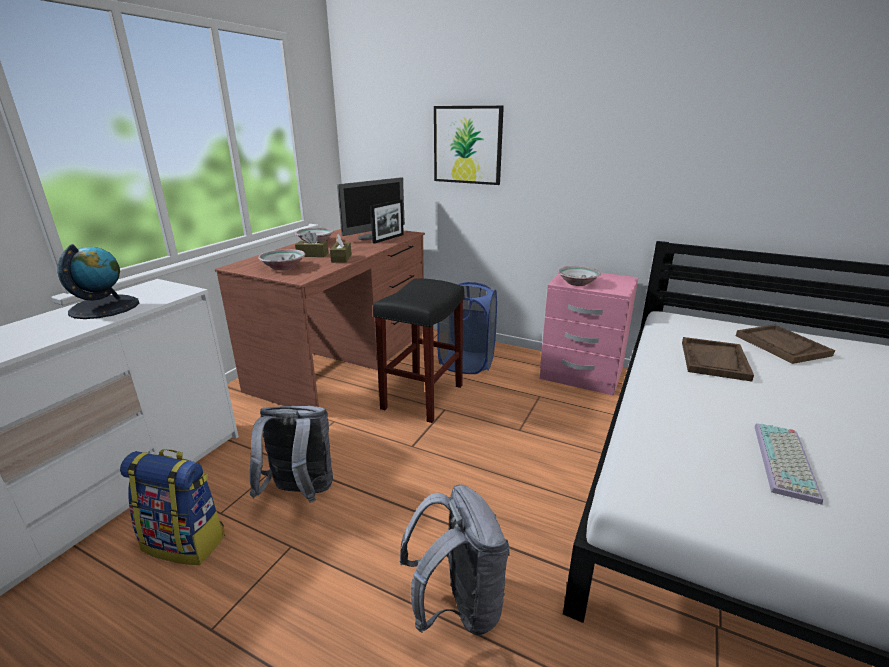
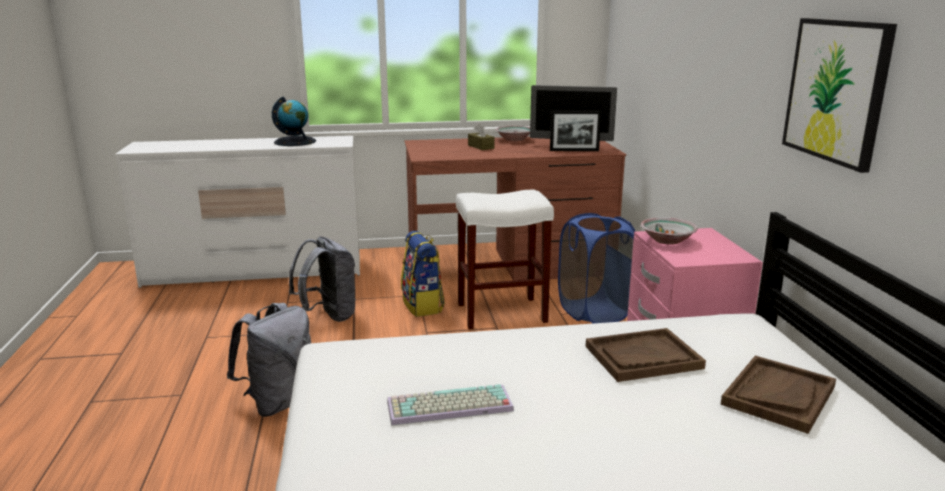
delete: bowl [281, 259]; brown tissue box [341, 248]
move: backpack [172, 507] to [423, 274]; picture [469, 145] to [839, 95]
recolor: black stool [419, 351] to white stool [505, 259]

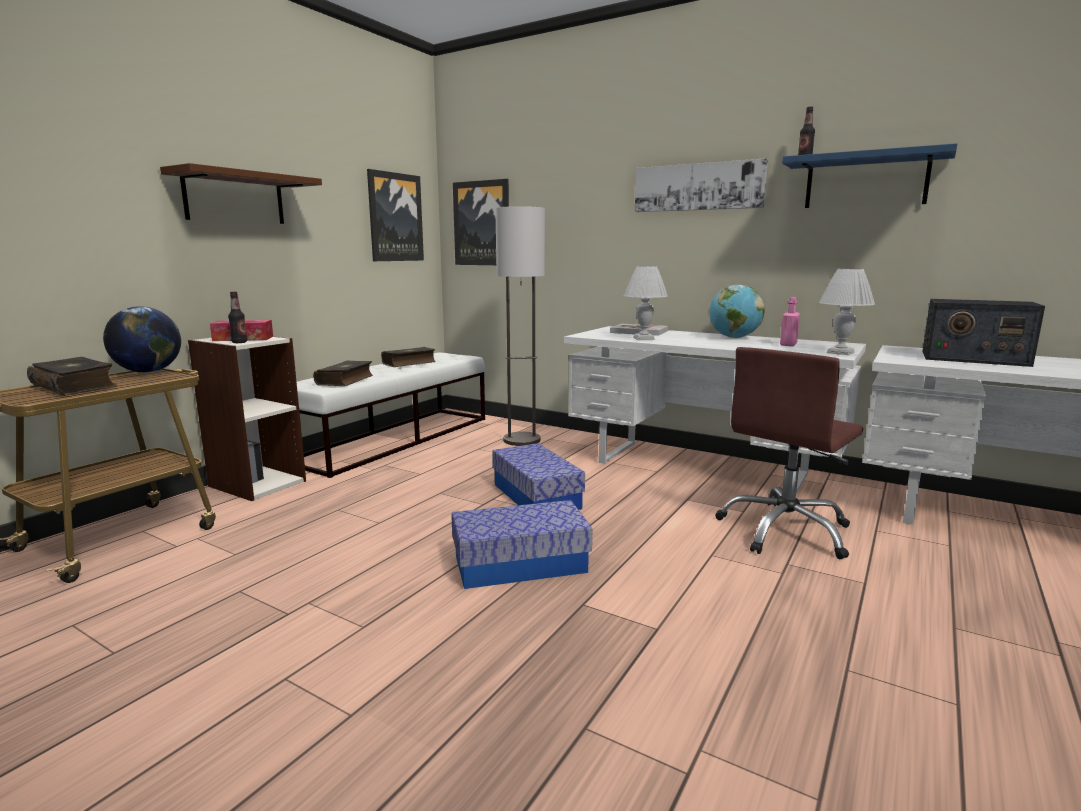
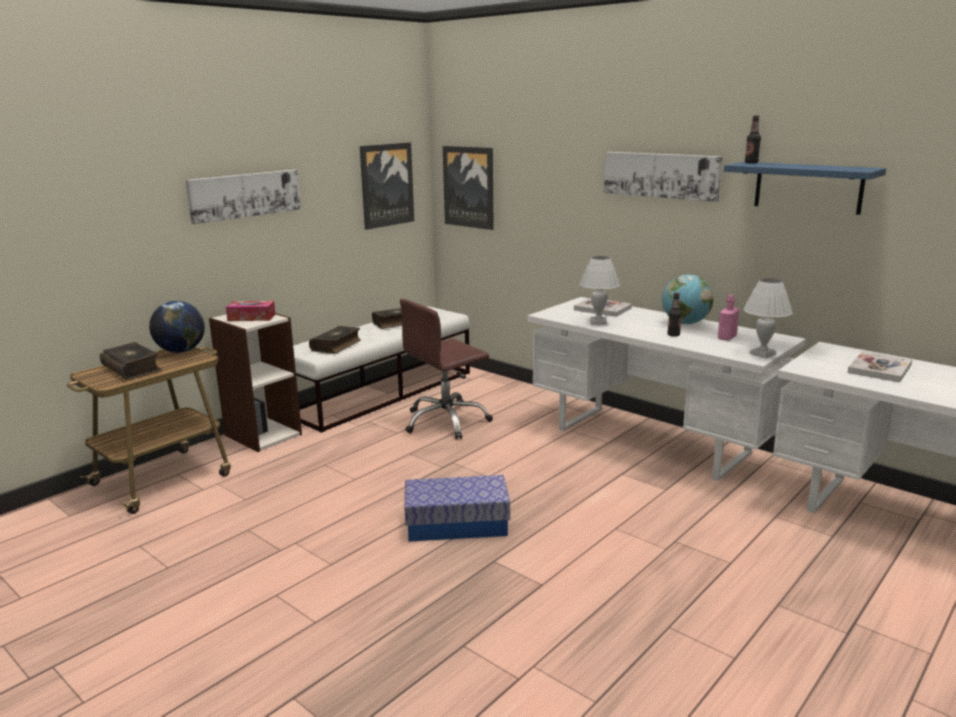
delete: storage box [538, 476]; floor lamp [520, 326]
move: brown office chair [789, 453] to [446, 369]; bottle [237, 317] to [674, 315]
replace: brown shelf [241, 193] to picture [243, 197]; radio [983, 333] to book [880, 367]

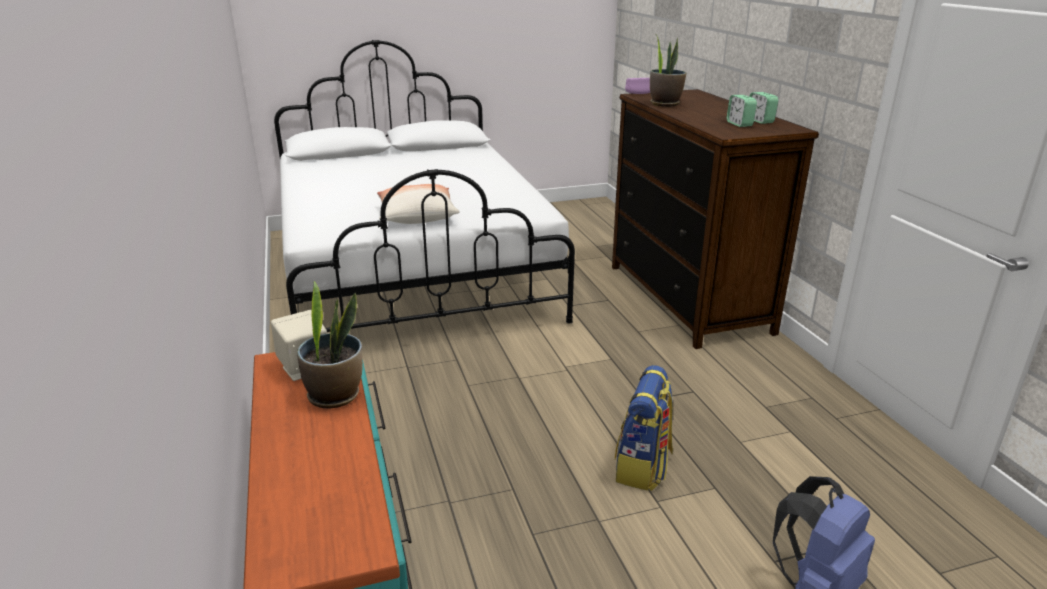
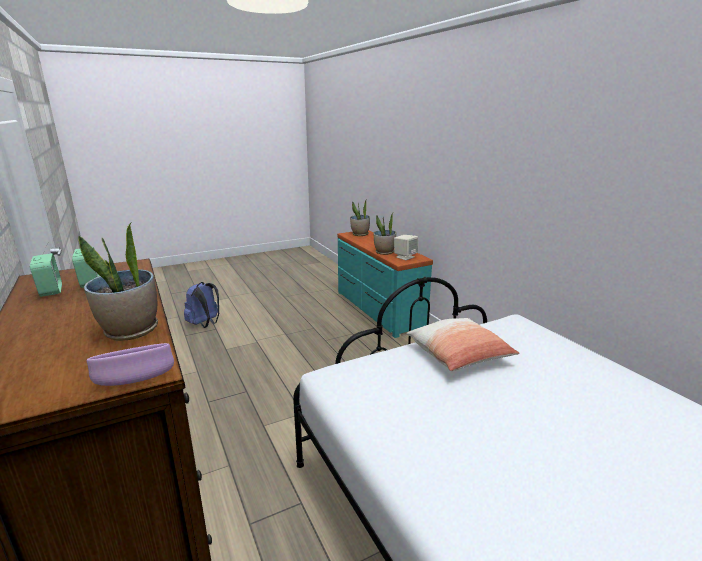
delete: backpack [644, 428]
insert: potted plant [360, 218]

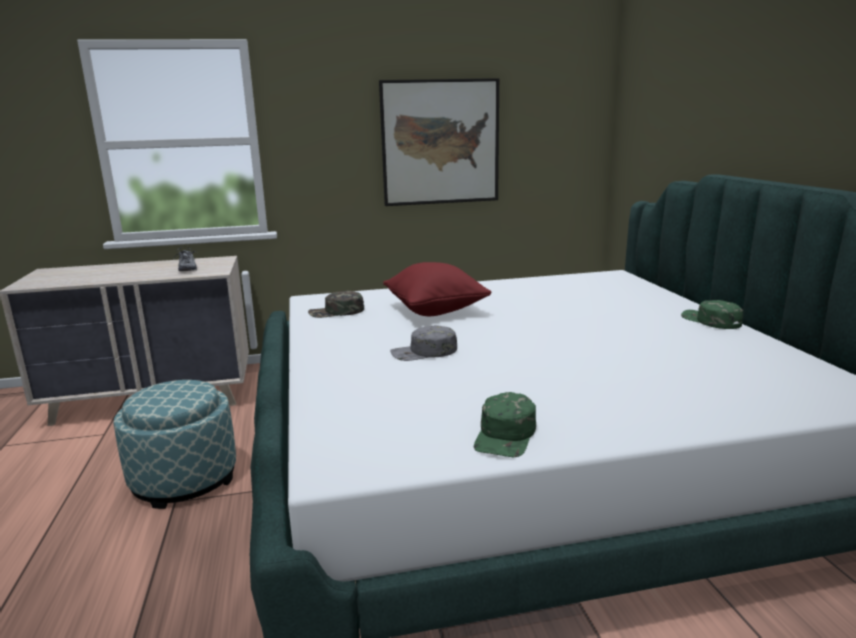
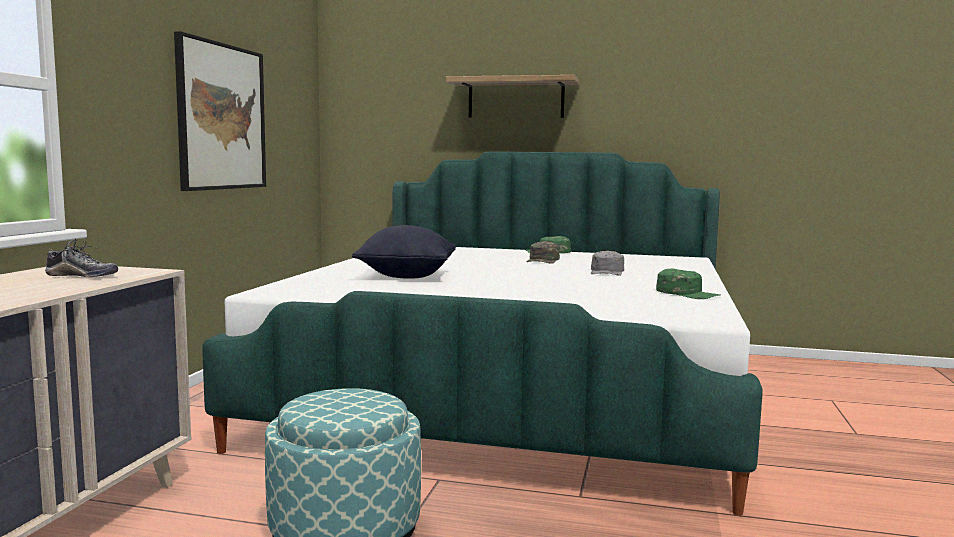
insert: shelf [512, 96]
move: green cap [336, 304] to [543, 253]; grey cap [423, 343] to [607, 263]
recolor: red pillow [437, 289] to black pillow [404, 252]

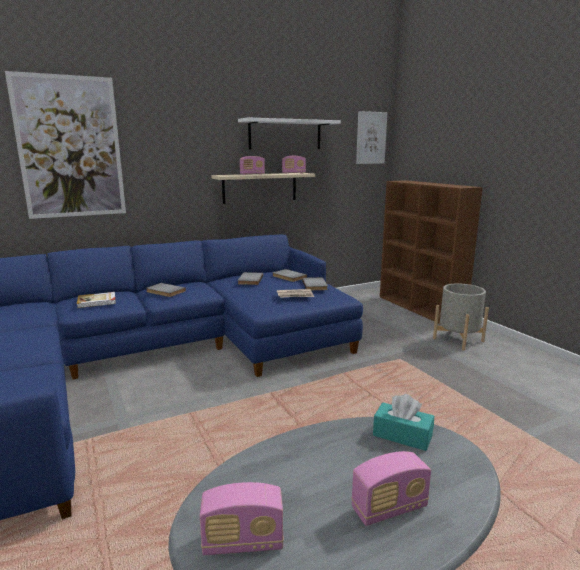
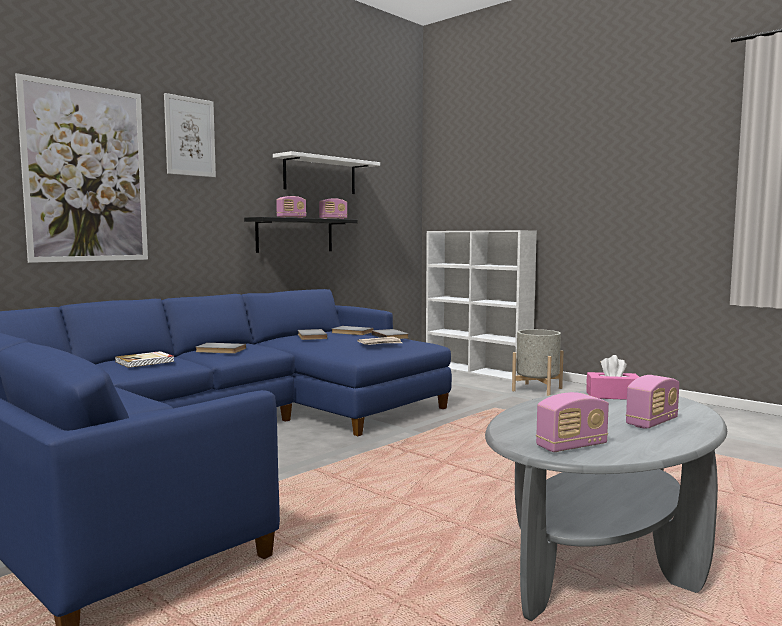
move: picture [371, 137] to [190, 135]
recolor: beige shelf [263, 188] to black shelf [301, 235]; brown bookcase [431, 252] to white bookcase [481, 306]; turquoise tissue box [403, 422] to pink tissue box [612, 377]

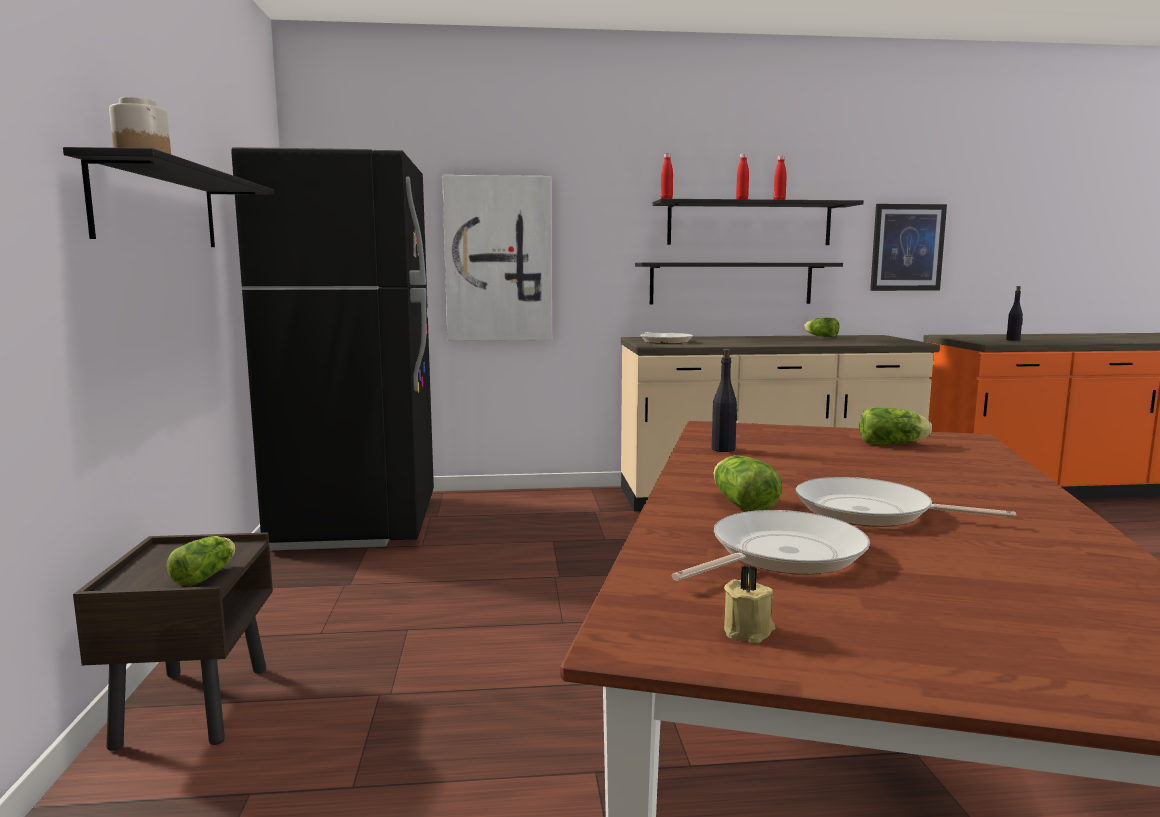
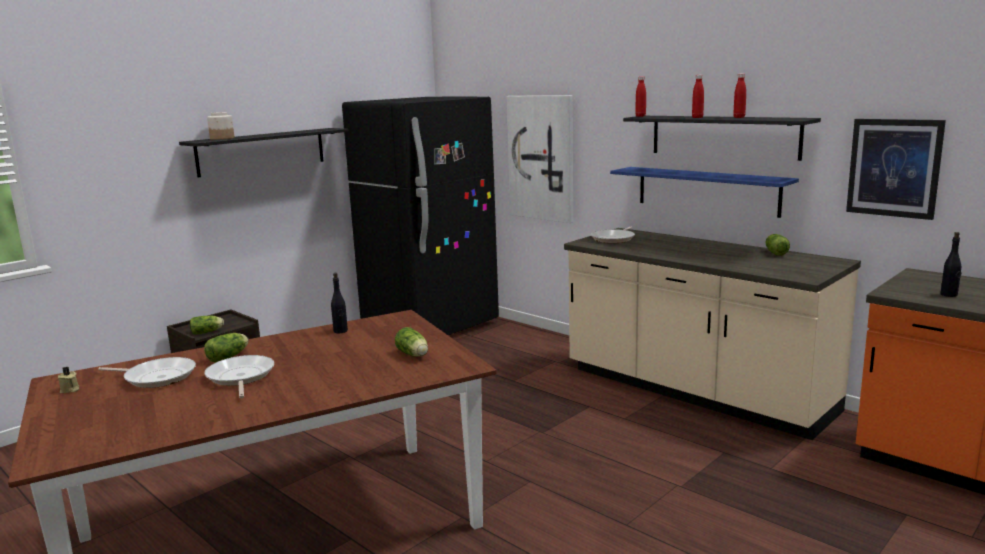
recolor: black shelf [739, 283] to blue shelf [704, 192]

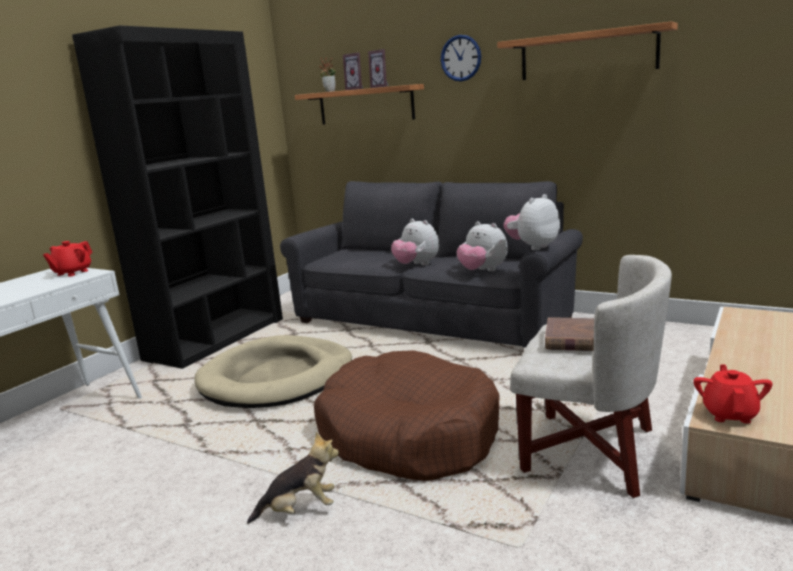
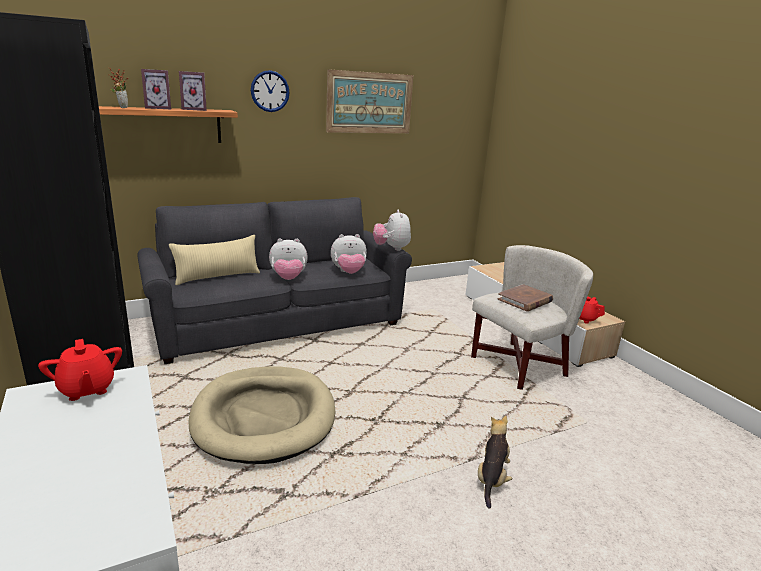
delete: brown dog bed [407, 415]
insert: beige pillow [214, 260]
replace: shelf [587, 50] to picture [369, 101]

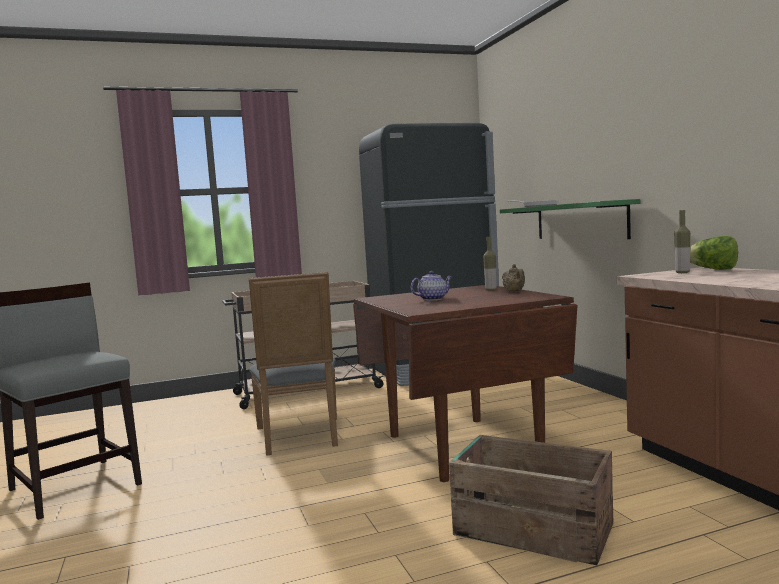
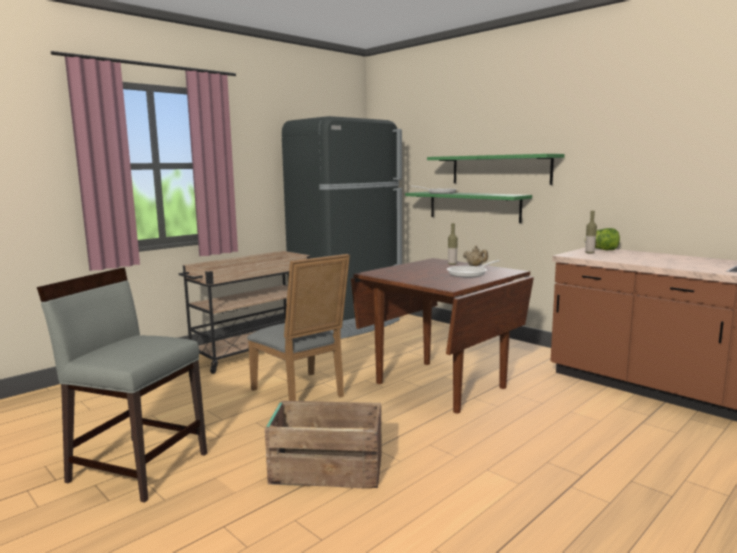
delete: teapot [431, 286]
insert: green shelf [496, 169]; frying pan [473, 268]
move: crate [531, 500] to [323, 444]

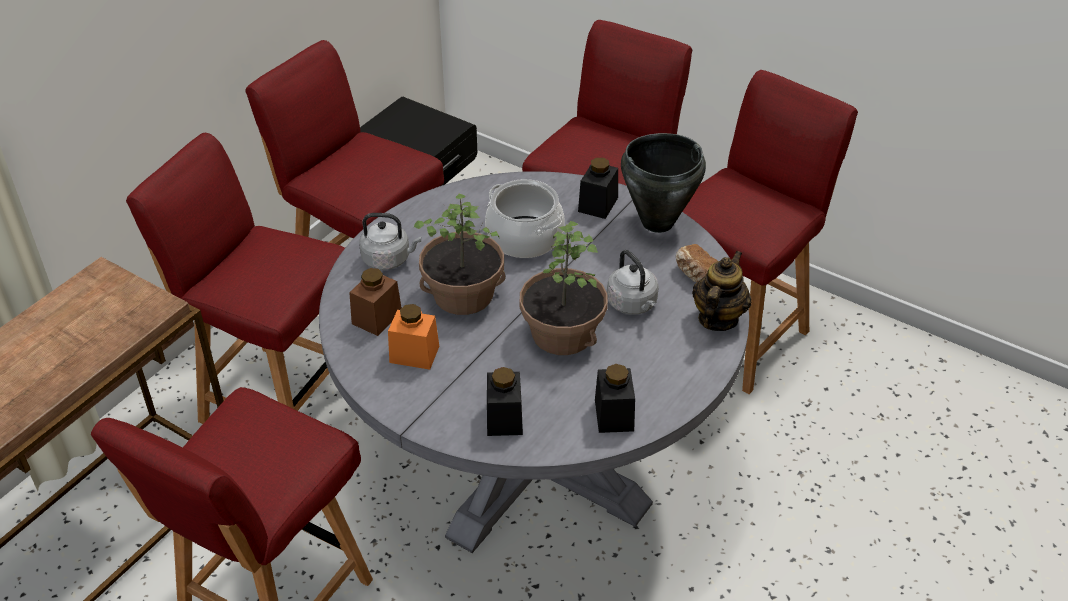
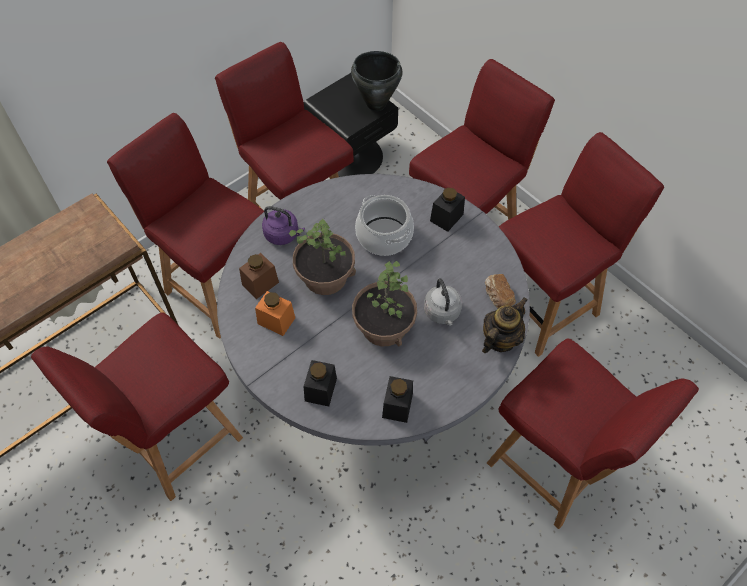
insert: red chair [593, 433]
move: black cooking pot [663, 183] to [377, 81]
recolor: grey kettle [390, 241] to purple kettle [283, 225]

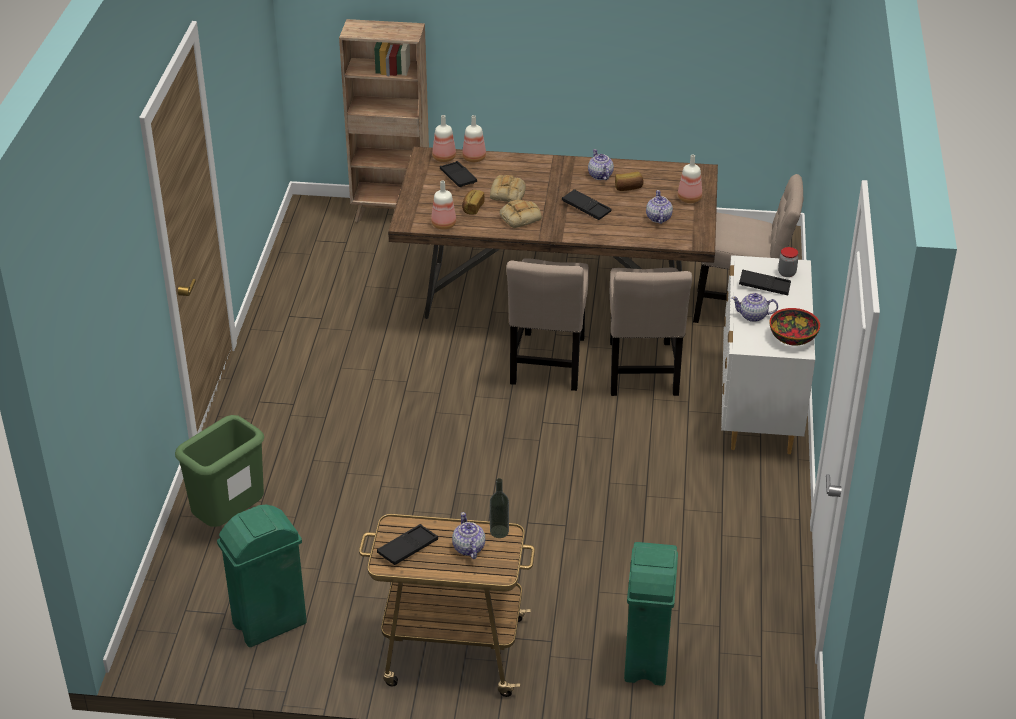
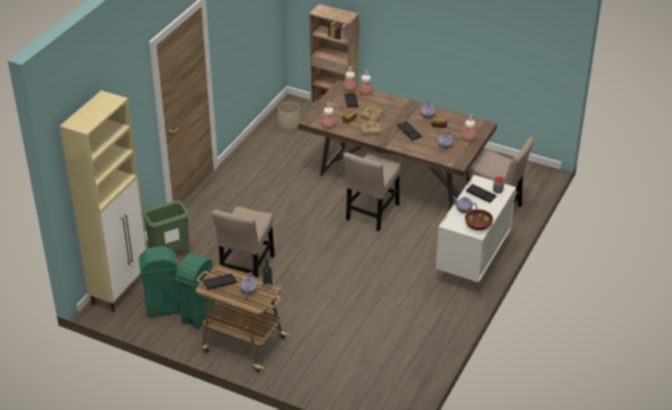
insert: beige cabinet [103, 201]; beige planter [289, 115]
move: green trash can [651, 614] to [195, 291]; beige chair [651, 332] to [243, 242]

